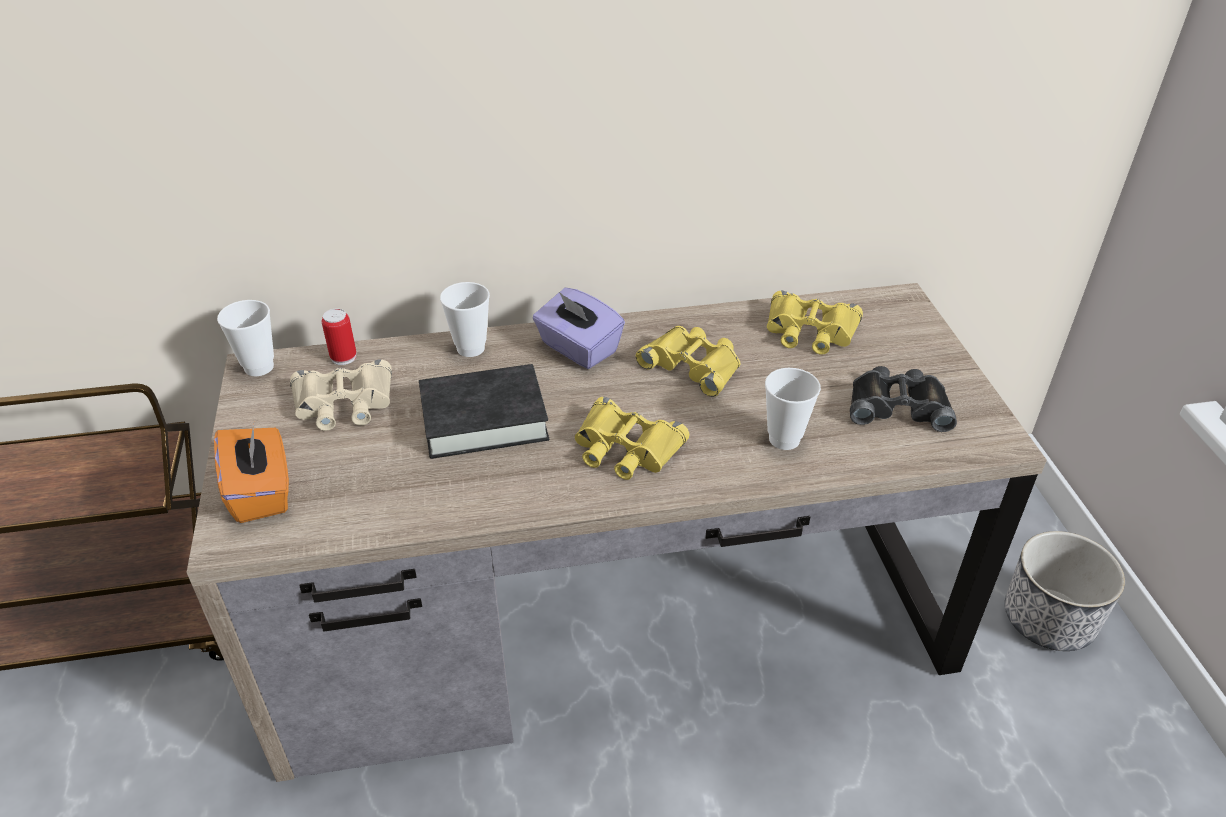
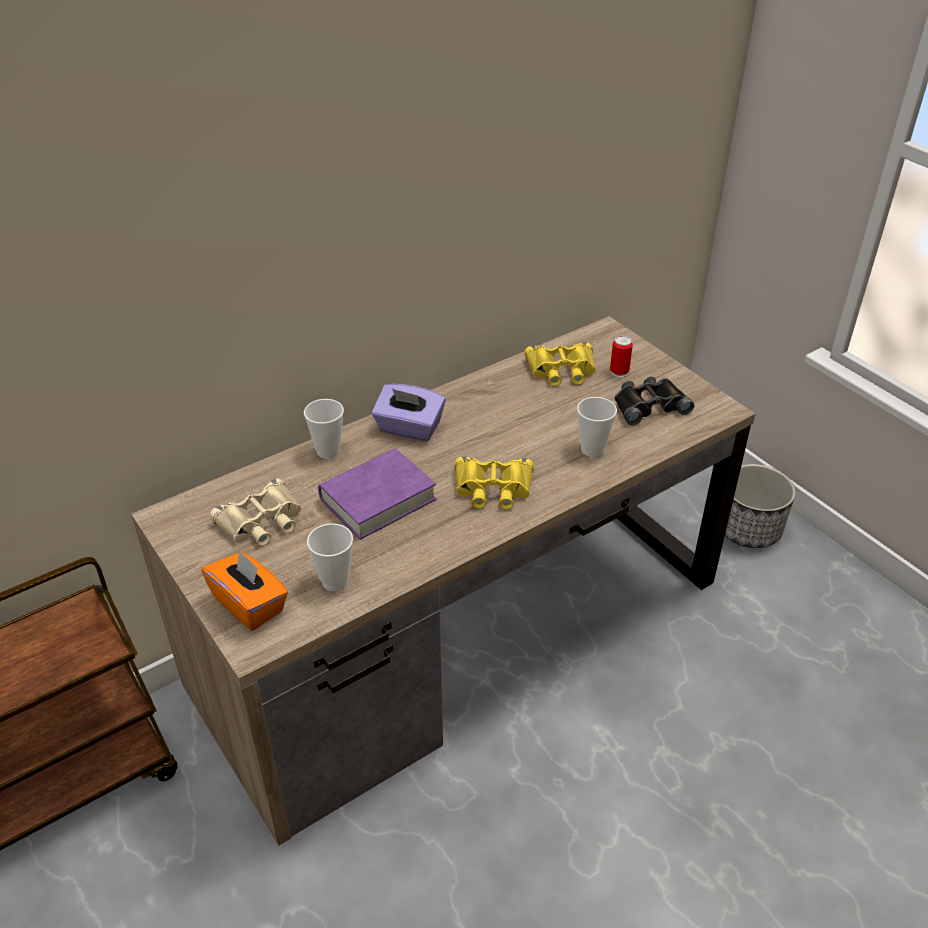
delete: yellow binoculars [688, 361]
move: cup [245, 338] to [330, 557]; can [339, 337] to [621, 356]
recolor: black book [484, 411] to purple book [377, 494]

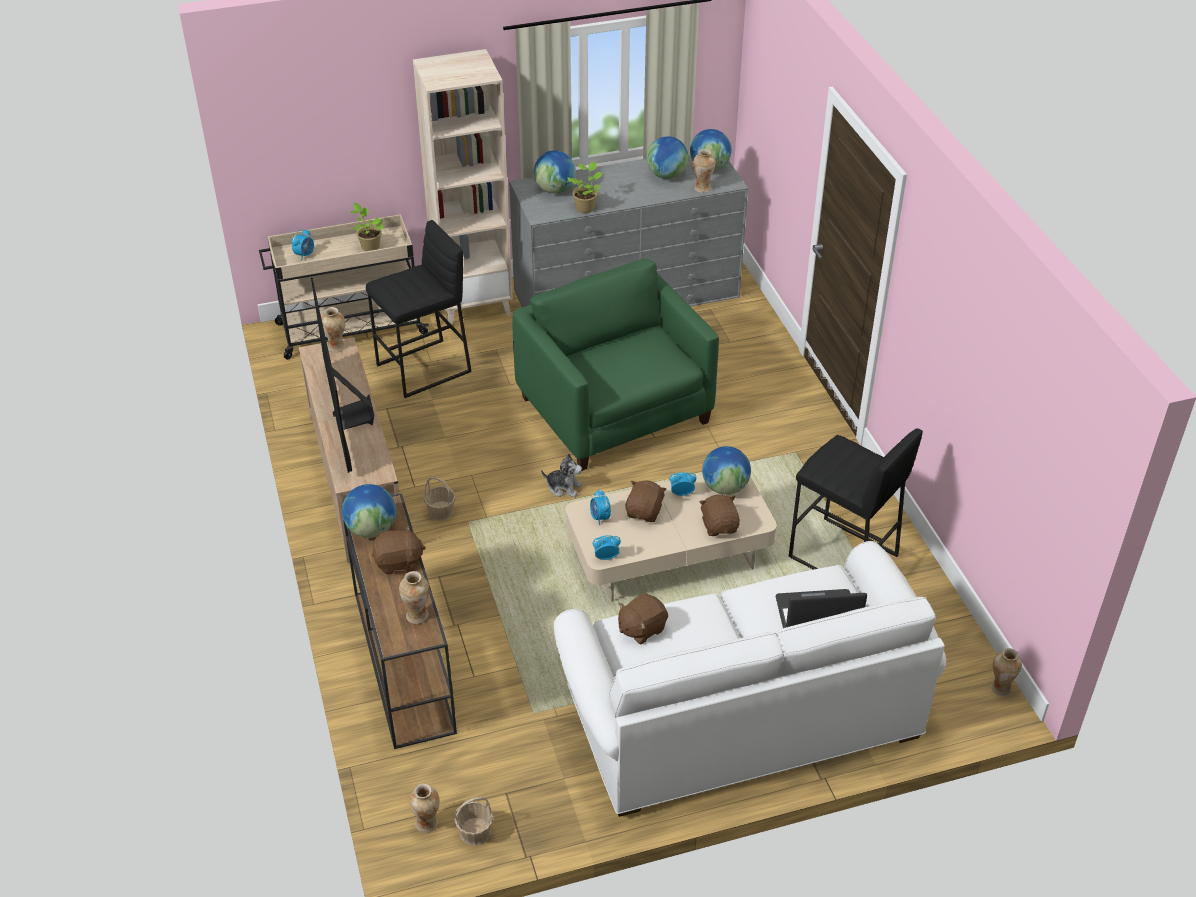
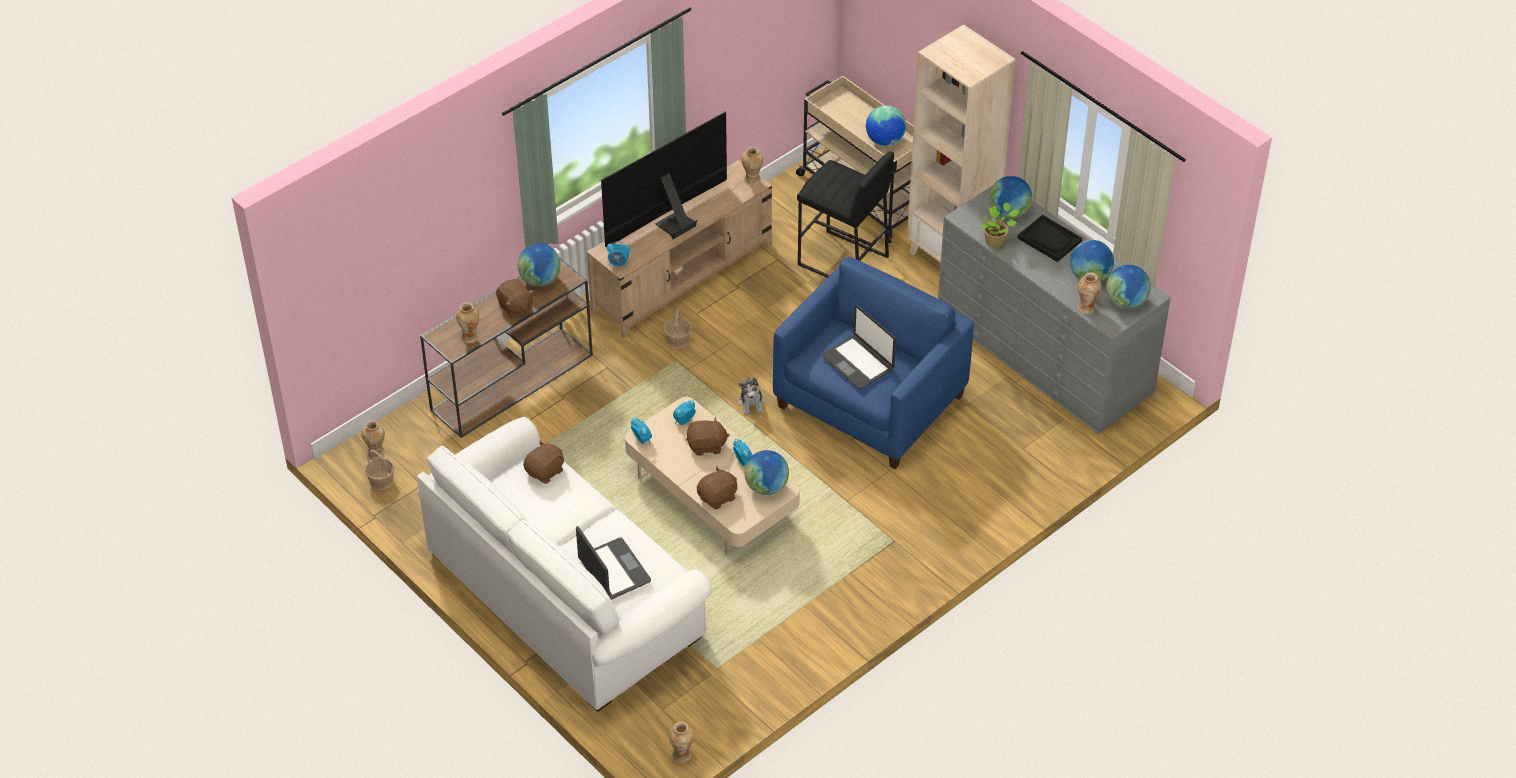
delete: black stool [856, 498]
insert: laptop [859, 347]; black tray [1050, 238]
move: alarm clock [302, 245] to [618, 254]
replace: potted plant [368, 227] to globe [886, 125]
recolor: green armchair [615, 365] to blue armchair [873, 363]
rotate: brown plush toy [643, 618] = [543, 462] 105 degrees clockwise

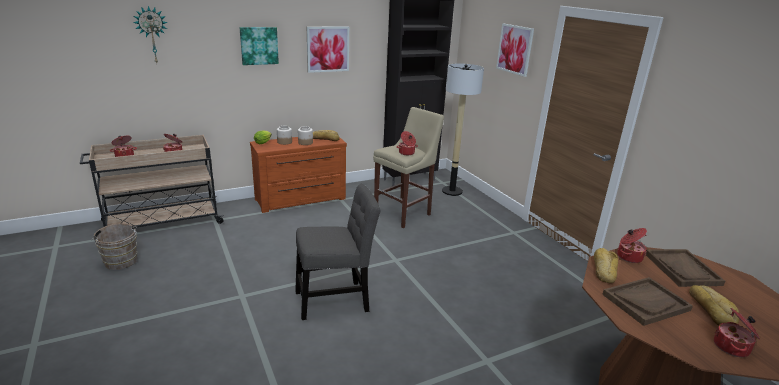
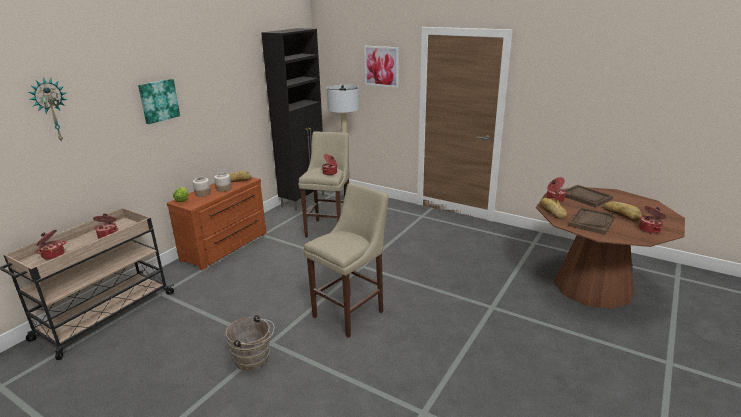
delete: picture [328, 50]
move: brown bucket [114, 246] to [249, 343]
replace: grey chair [337, 252] to beige stool [346, 260]

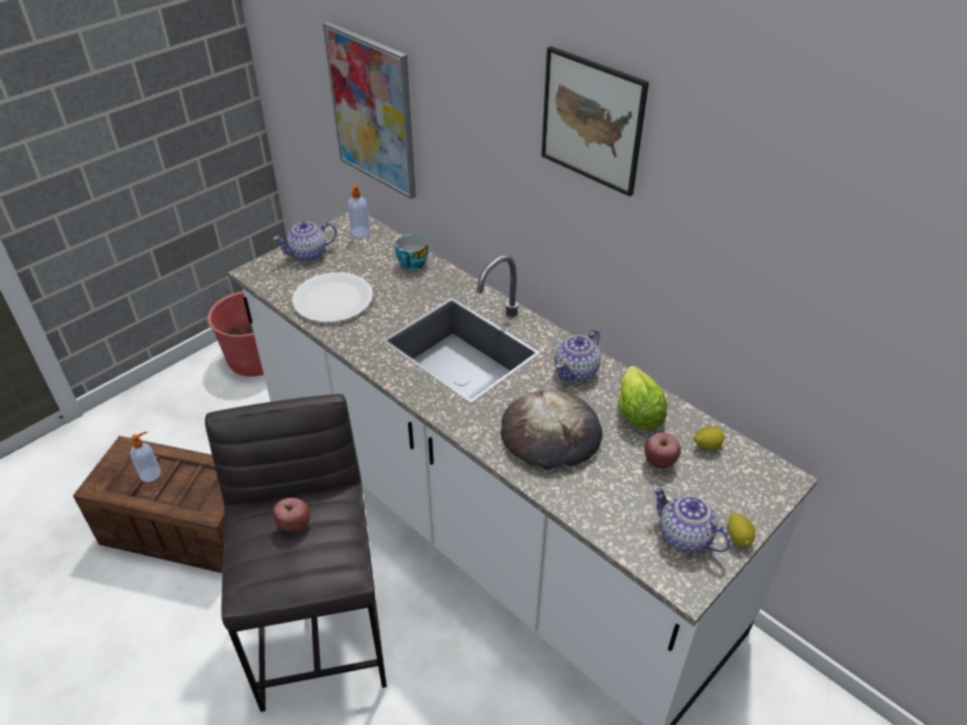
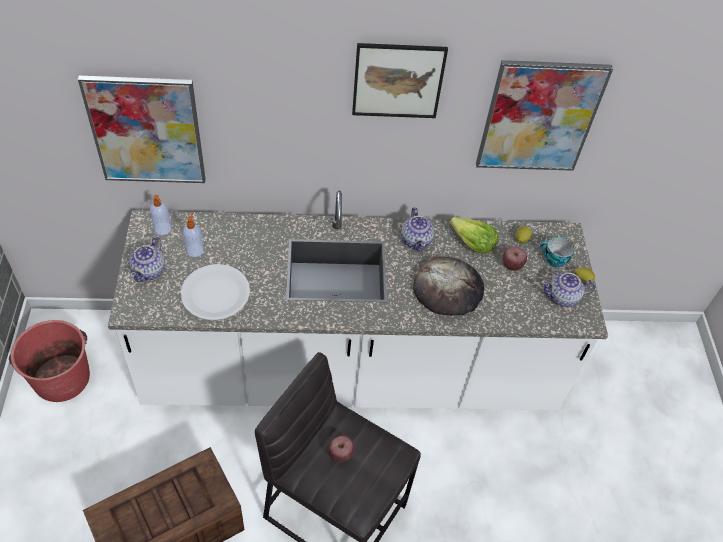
insert: picture [544, 115]
move: soap dispenser [145, 457] to [193, 234]; cup [411, 252] to [557, 252]

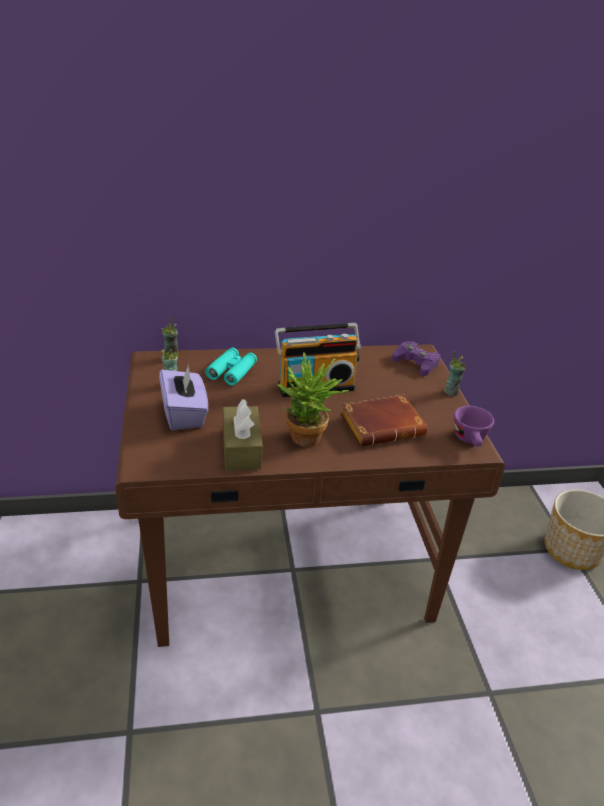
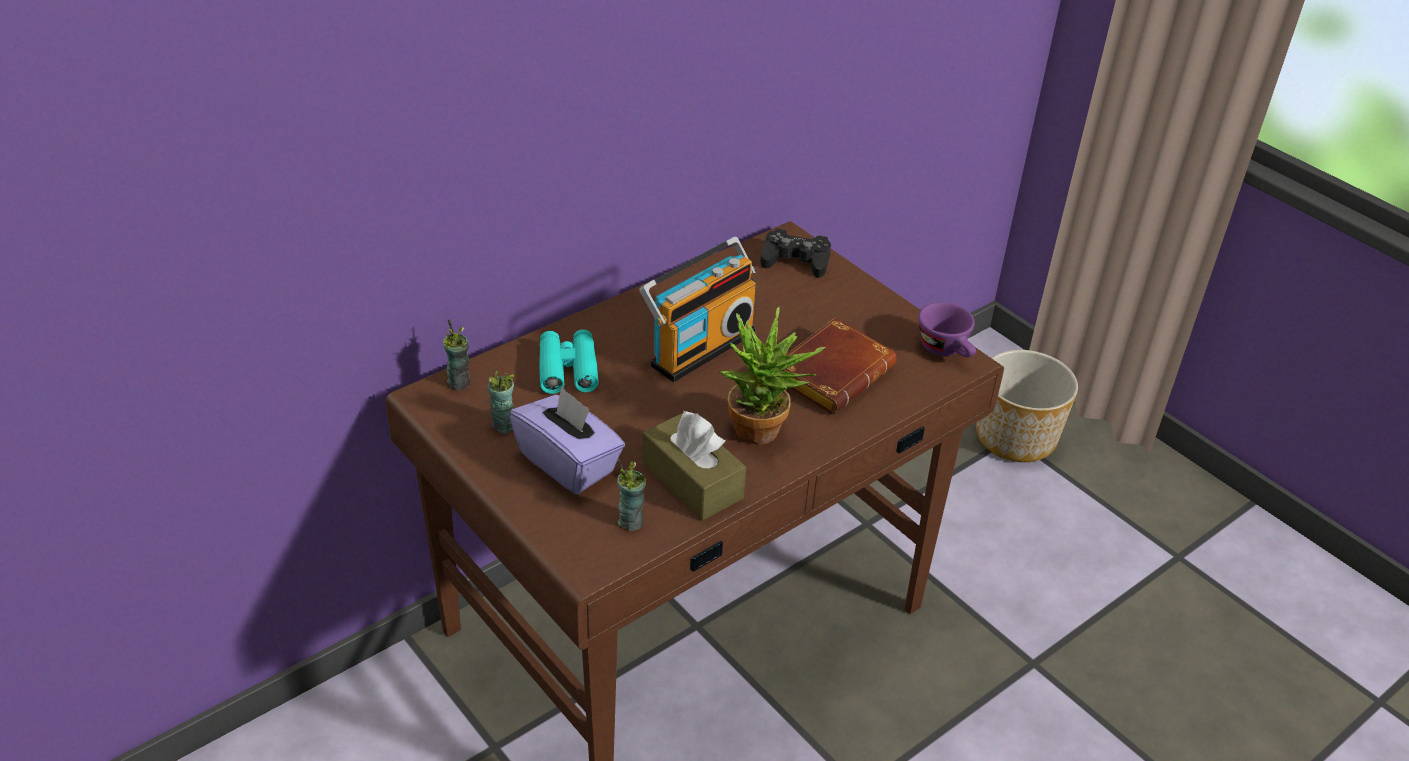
move: cup [454, 373] to [631, 495]
recolor: purple game controller [416, 359] to black game controller [796, 253]

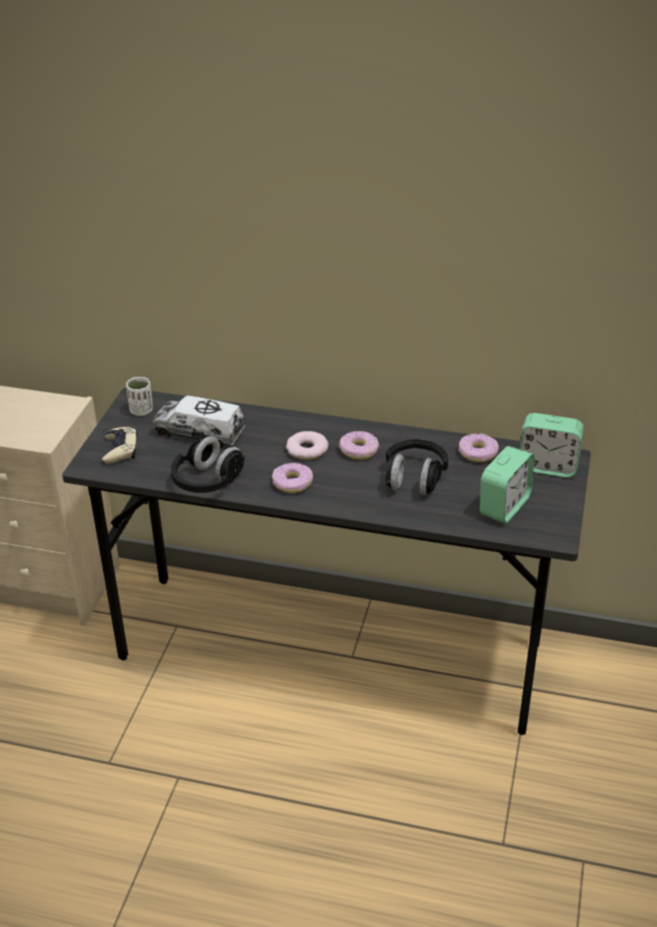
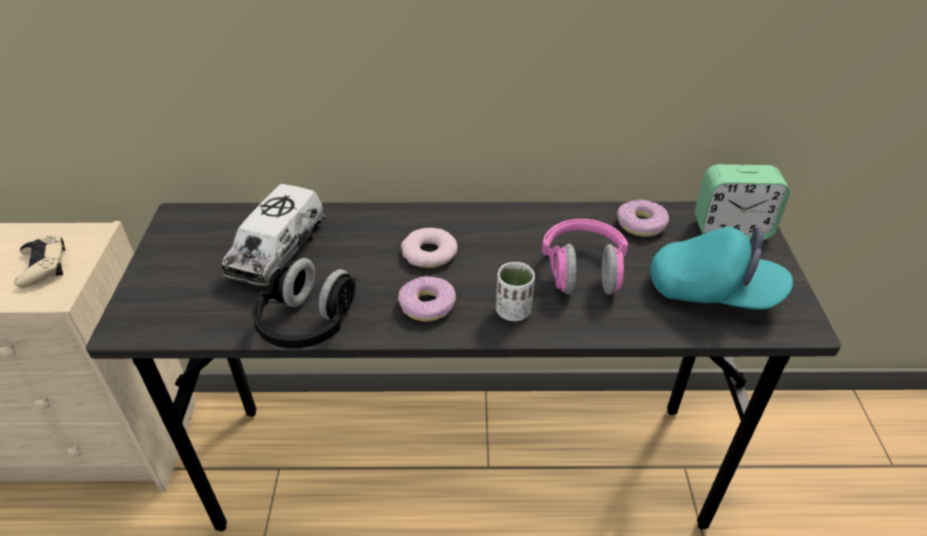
delete: donut [359, 445]
move: beige game controller [119, 445] to [40, 261]; white cup [139, 396] to [515, 291]
replace: alarm clock [507, 484] to turquoise cap [721, 268]
recolor: black headphones [417, 467] to pink headphones [585, 257]
rotate: toy truck [199, 421] = [273, 236] 75 degrees counterclockwise

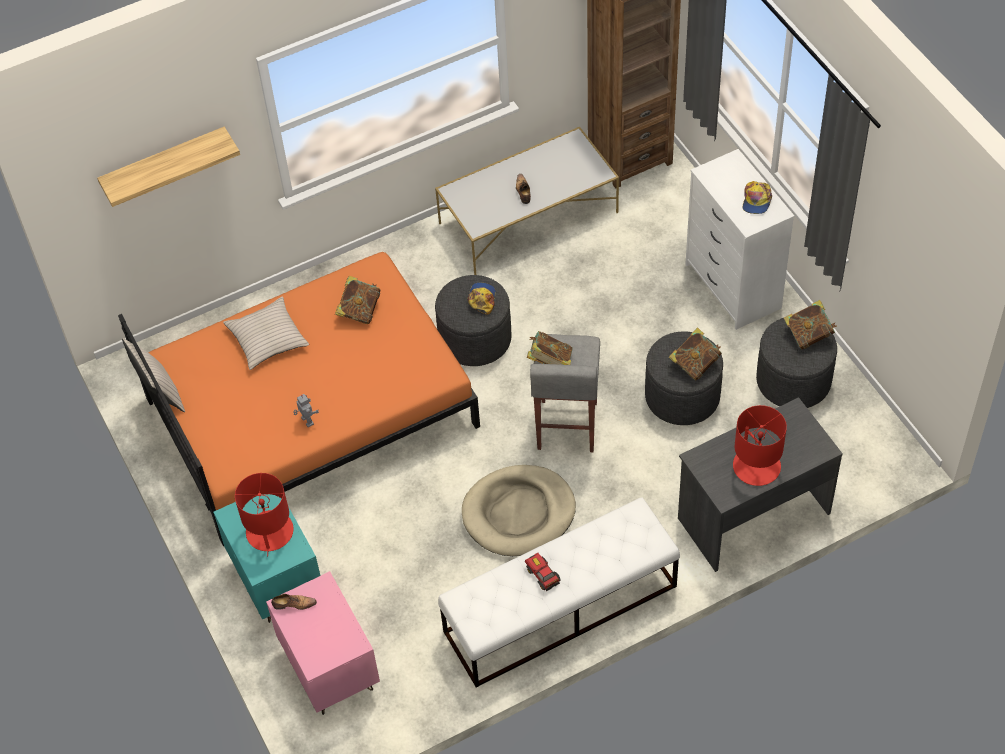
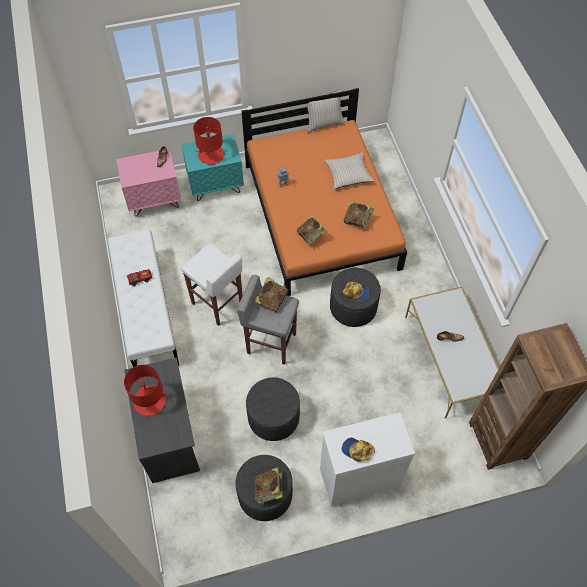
delete: shelf [168, 167]
move: book [695, 353] to [312, 229]
replace: beige dog bed [519, 510] to white stool [212, 285]

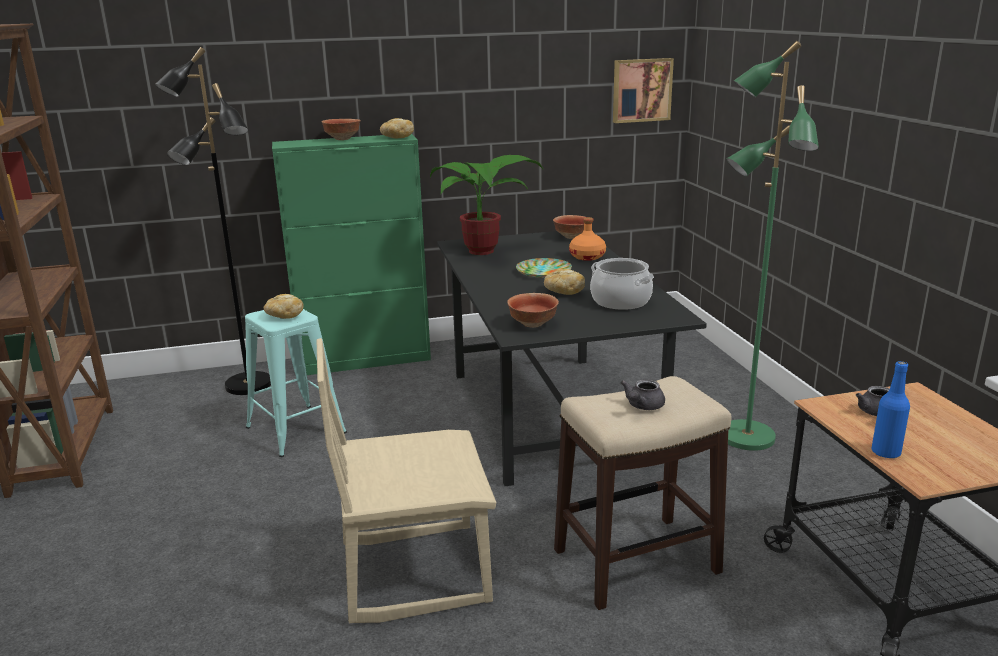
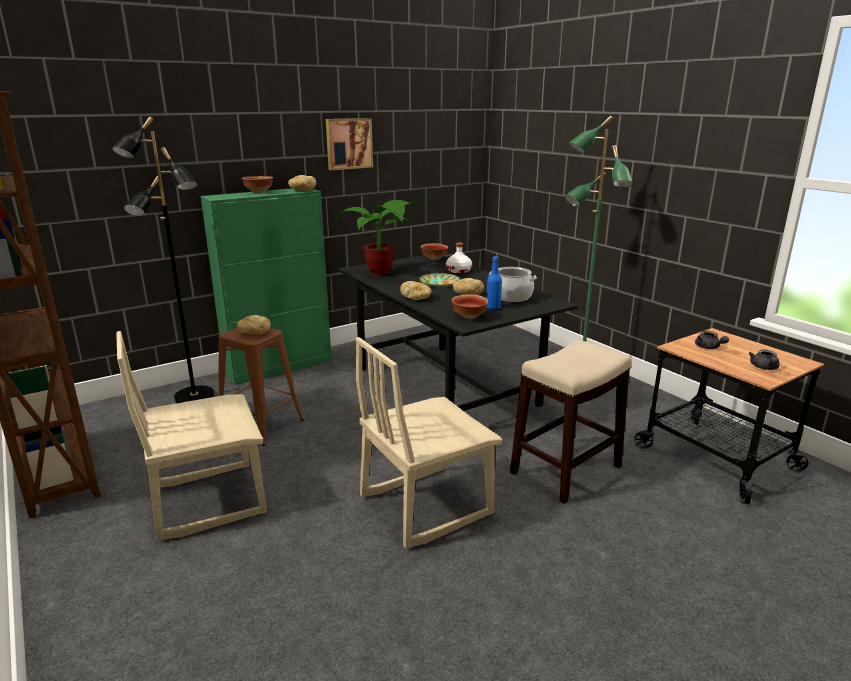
insert: beige chair [191, 436]; bread [416, 290]
move: picture [643, 90] to [349, 144]; blue bottle [891, 410] to [494, 282]; grey teapot [643, 394] to [764, 360]
recolor: turquoise stool [296, 383] to brown stool [261, 387]; orange bottle [587, 239] to white bottle [459, 257]

